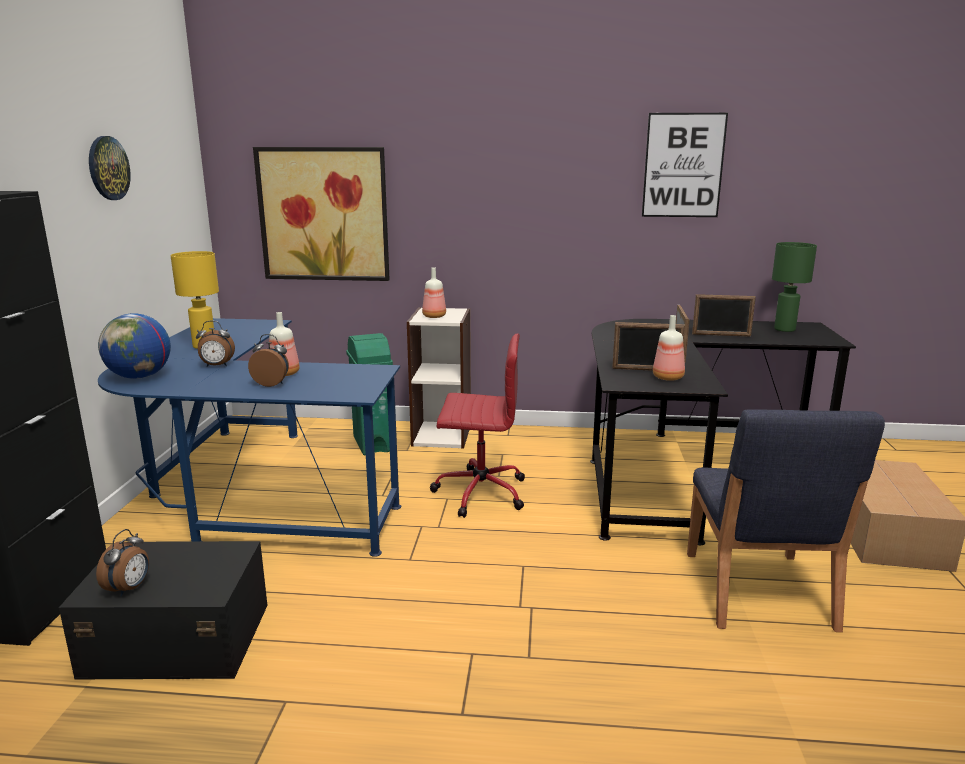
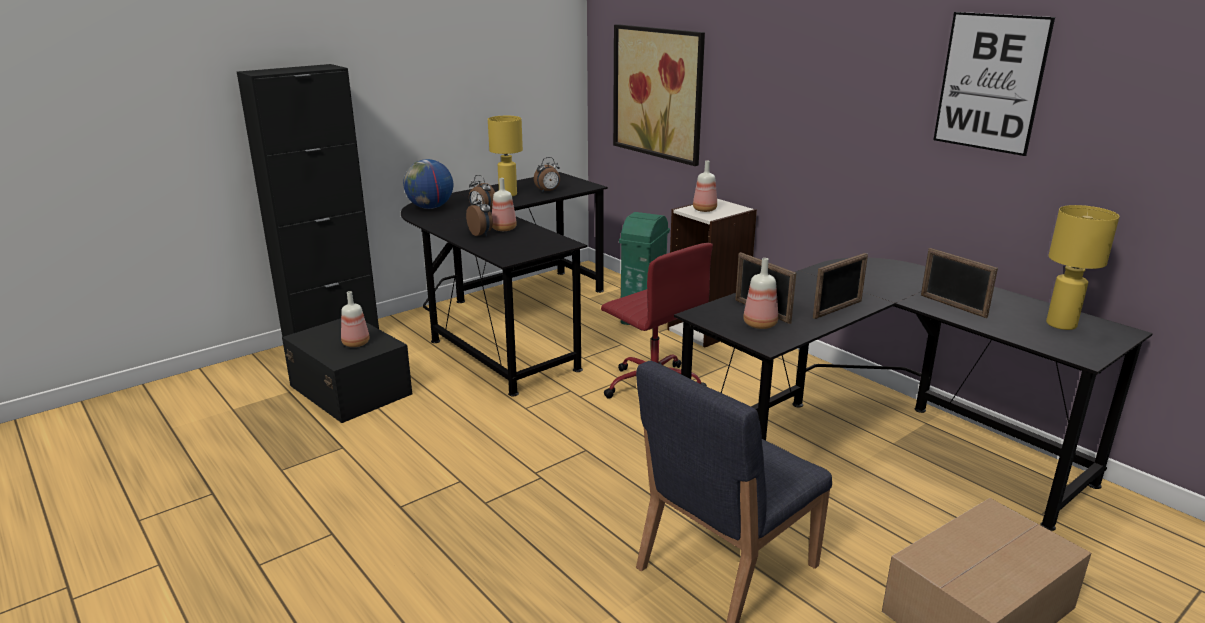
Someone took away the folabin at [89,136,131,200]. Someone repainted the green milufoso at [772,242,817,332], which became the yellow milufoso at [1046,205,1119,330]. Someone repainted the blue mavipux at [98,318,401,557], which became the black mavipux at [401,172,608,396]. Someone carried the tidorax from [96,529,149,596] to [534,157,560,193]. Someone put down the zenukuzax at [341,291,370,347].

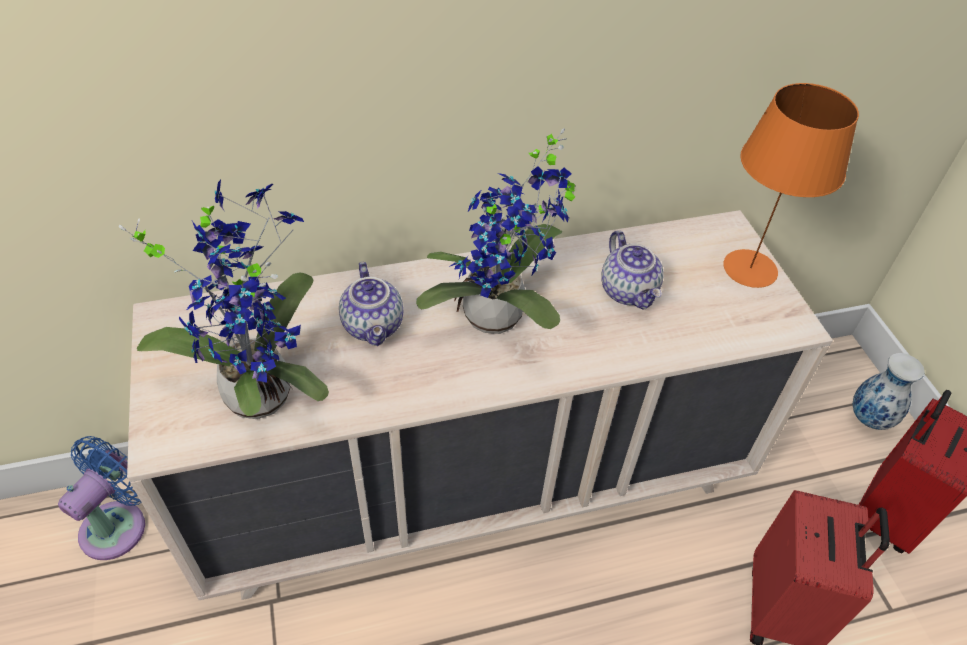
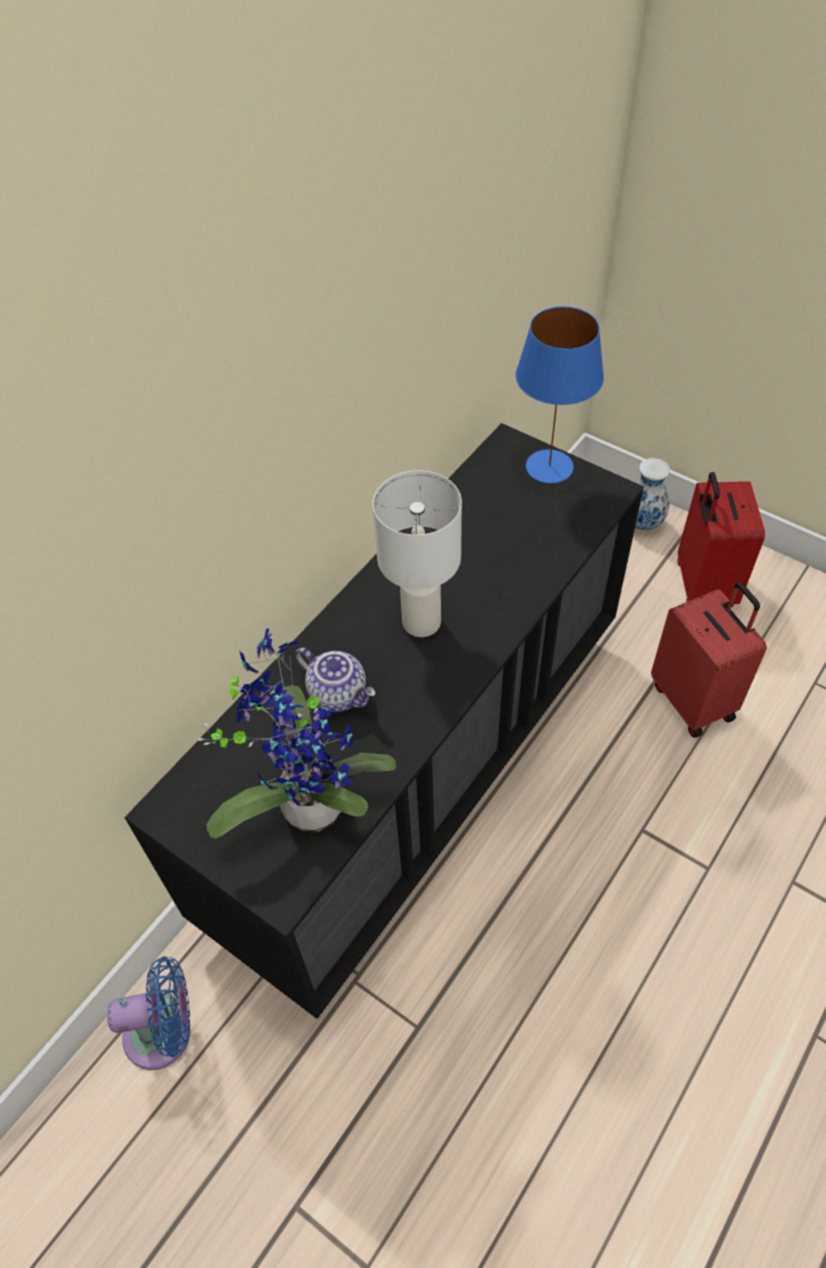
Someone repainted the orange milufoso at [723,83,859,288], which became the blue milufoso at [515,306,604,483]. Someone swapped the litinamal at [416,128,575,334] for the white milufoso at [372,470,462,637]. Someone repainted the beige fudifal at [127,210,833,600], which became the black fudifal at [125,423,644,1019]. Someone took away the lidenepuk at [601,231,664,310]. Someone rotated the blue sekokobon at [58,436,145,560] by 90 degrees clockwise.

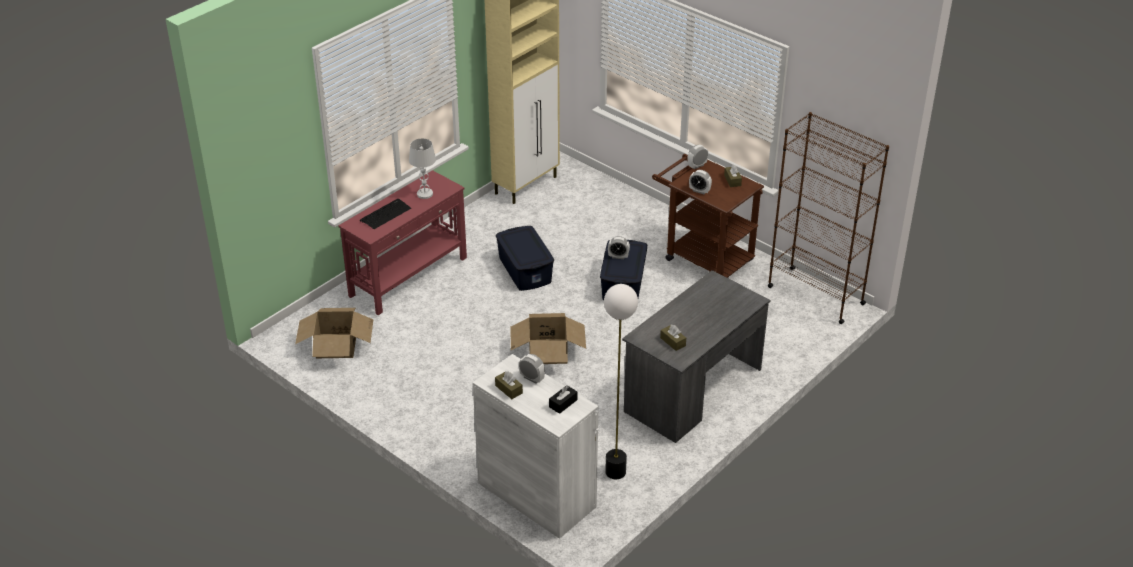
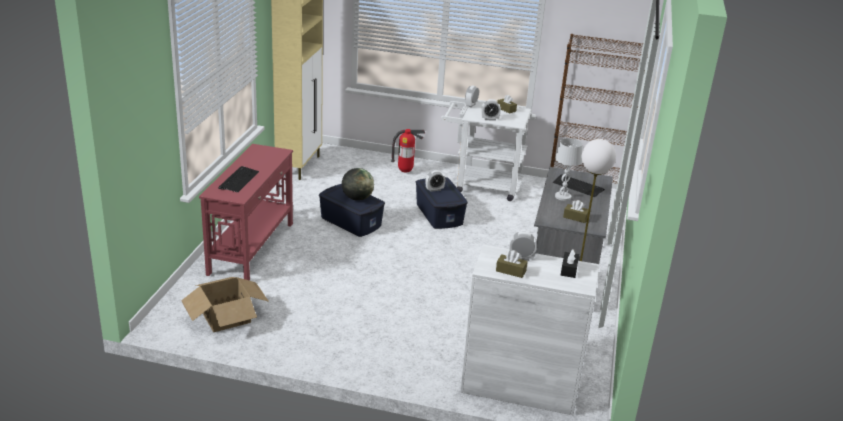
Someone carried the white milufoso from [409,138,436,199] to [555,138,583,201]. Someone repainted the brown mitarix at [652,154,764,278], which became the white mitarix at [441,101,532,201]. Someone took away the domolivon at [510,313,586,364]. Someone put down the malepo at [391,129,425,173]. Someone put down the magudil at [342,168,374,201]. Someone put down the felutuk at [553,174,605,197].

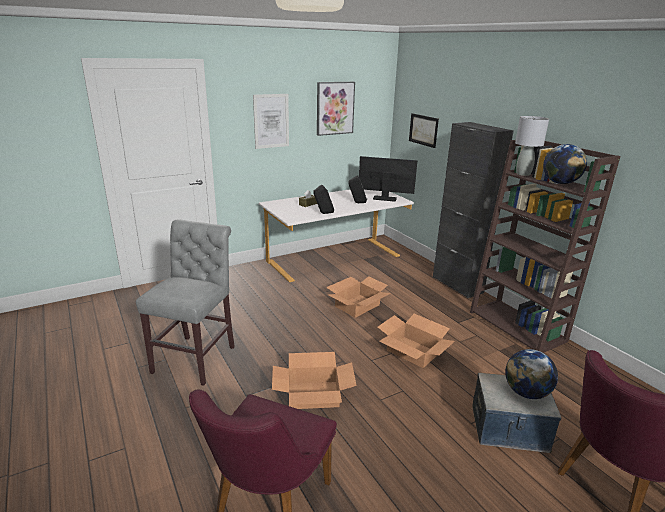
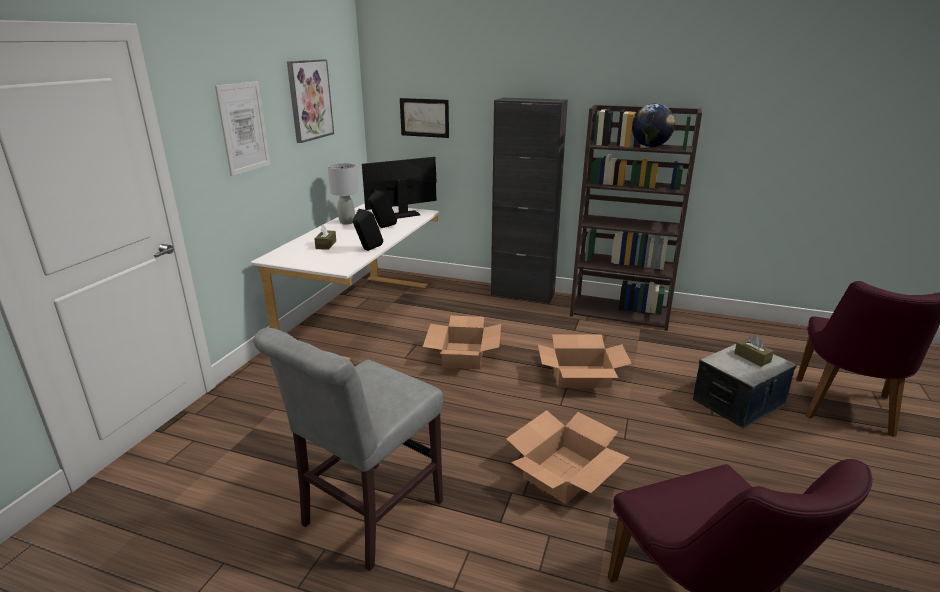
Someone carried the grey milufoso from [515,116,549,176] to [328,163,358,225]. Someone rotated the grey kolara at [136,219,235,386] by 120 degrees counterclockwise. Someone swapped the magudil at [505,349,558,399] for the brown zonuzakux at [734,335,774,367].

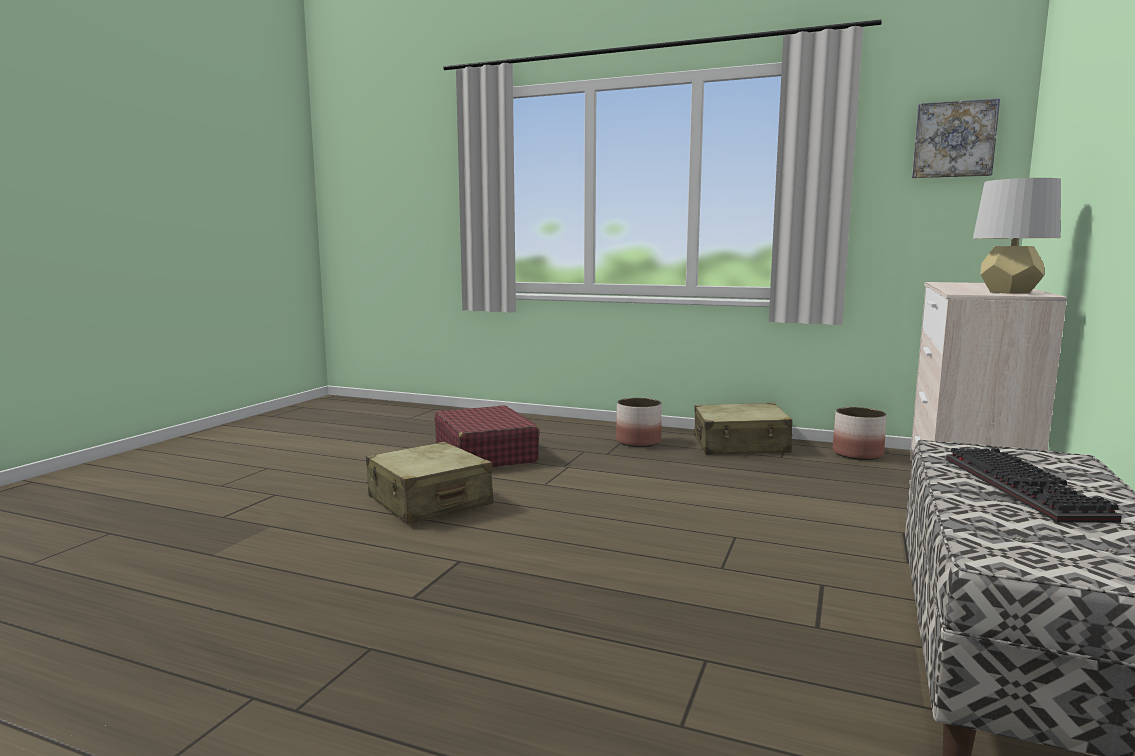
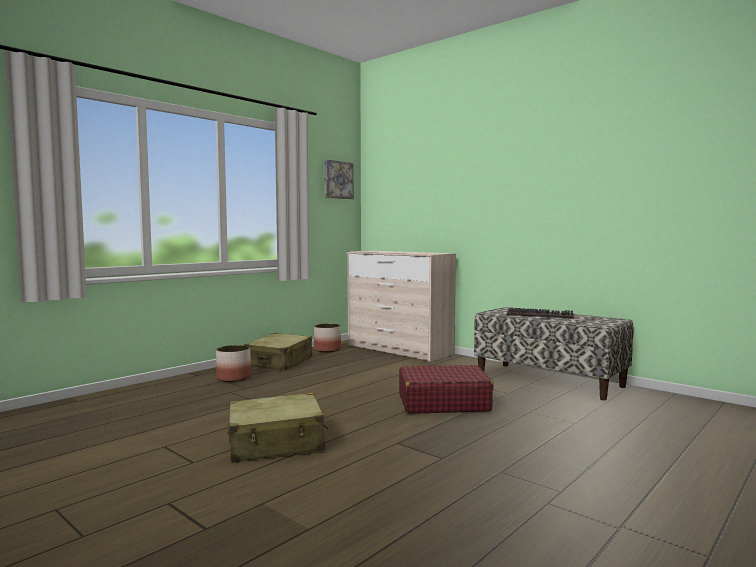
Someone took away the grey milufoso at [973,178,1061,294]. Someone carried the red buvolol from [435,405,540,467] to [399,365,493,414].

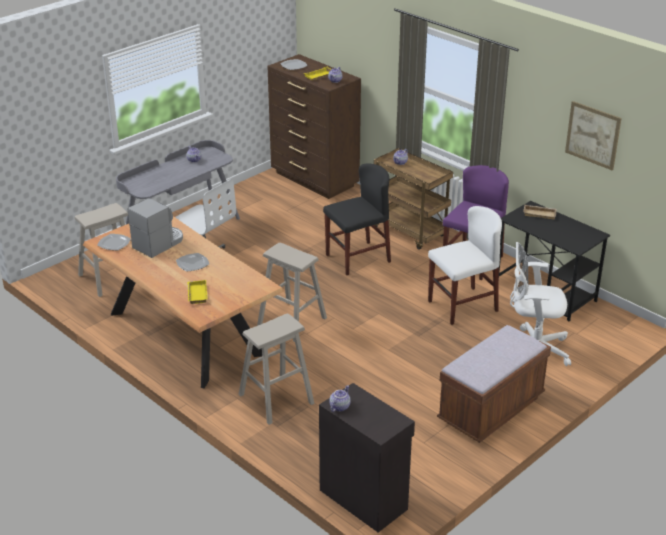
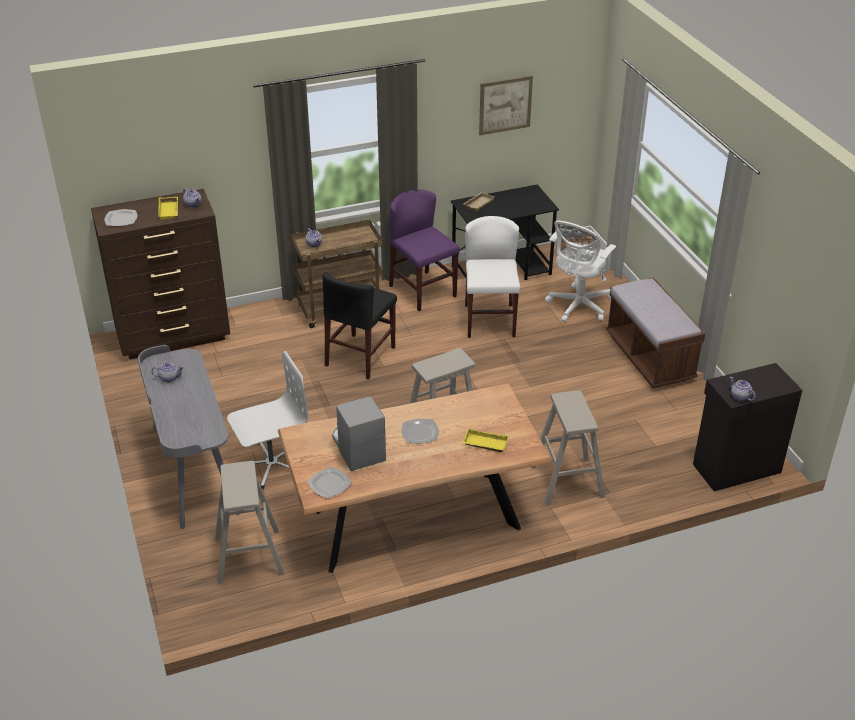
Someone rotated the black kolara at [323,163,391,275] by 150 degrees counterclockwise.

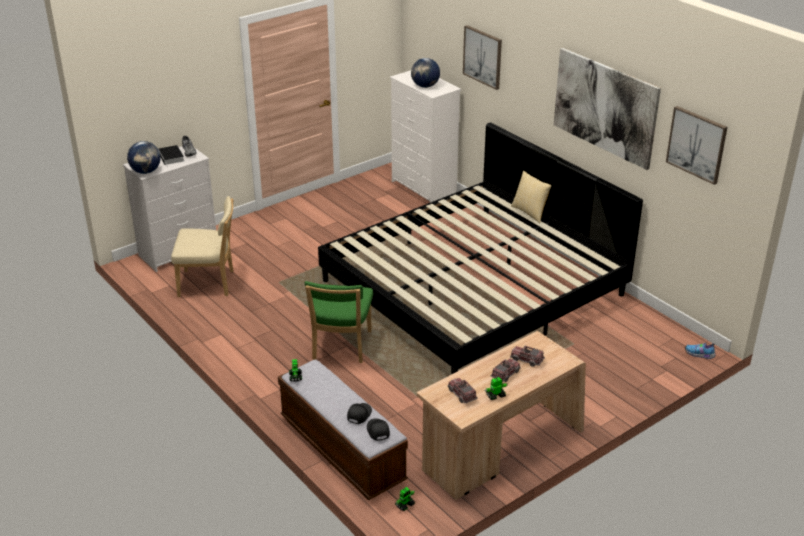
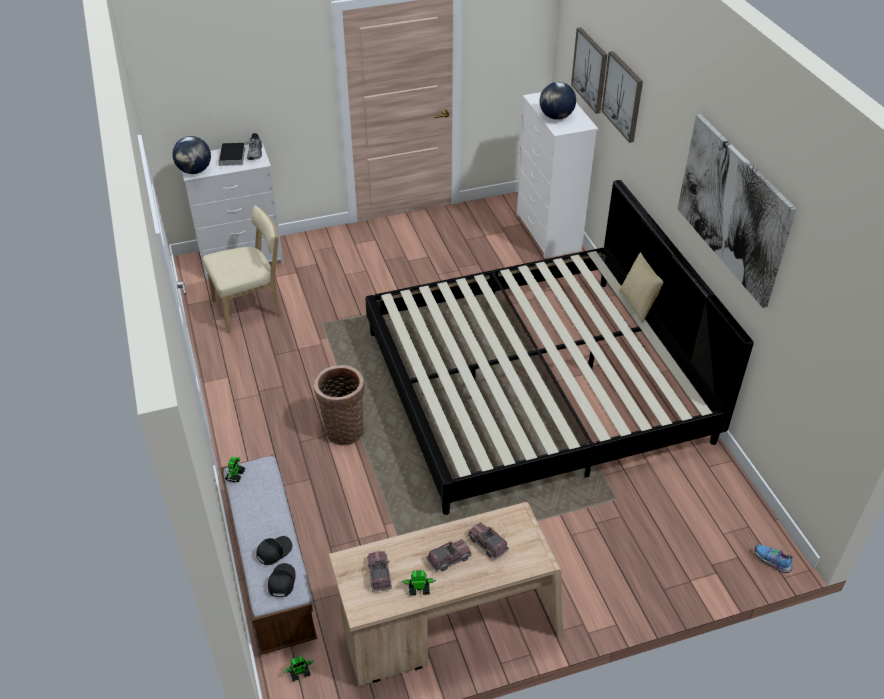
Someone carried the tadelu from [666,106,727,185] to [571,27,607,114]. Someone rotated the beige kolara at [171,196,234,297] by 45 degrees counterclockwise. Someone swapped the green kolara at [305,281,373,363] for the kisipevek at [314,365,364,445].

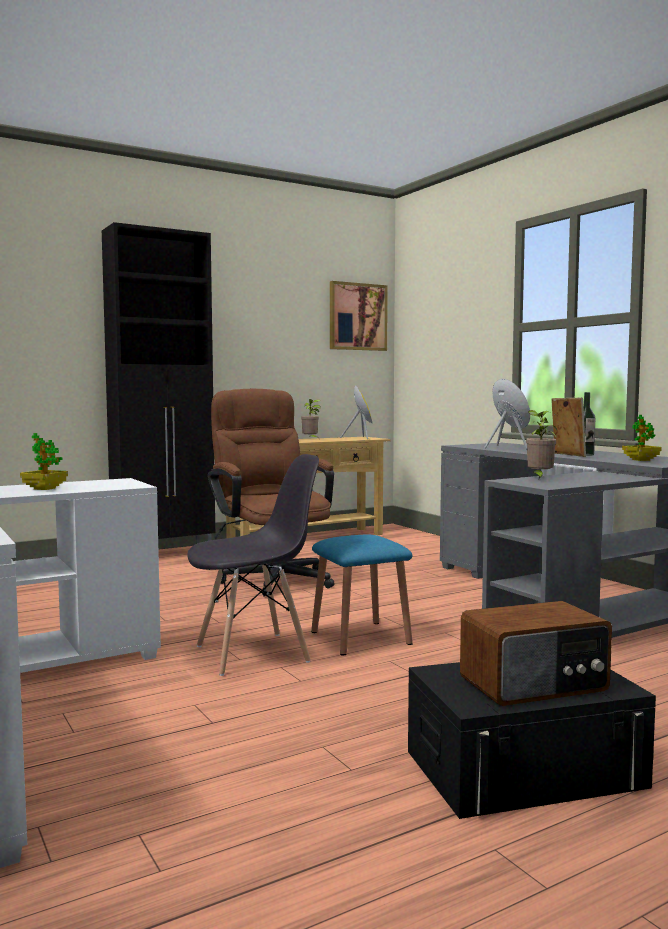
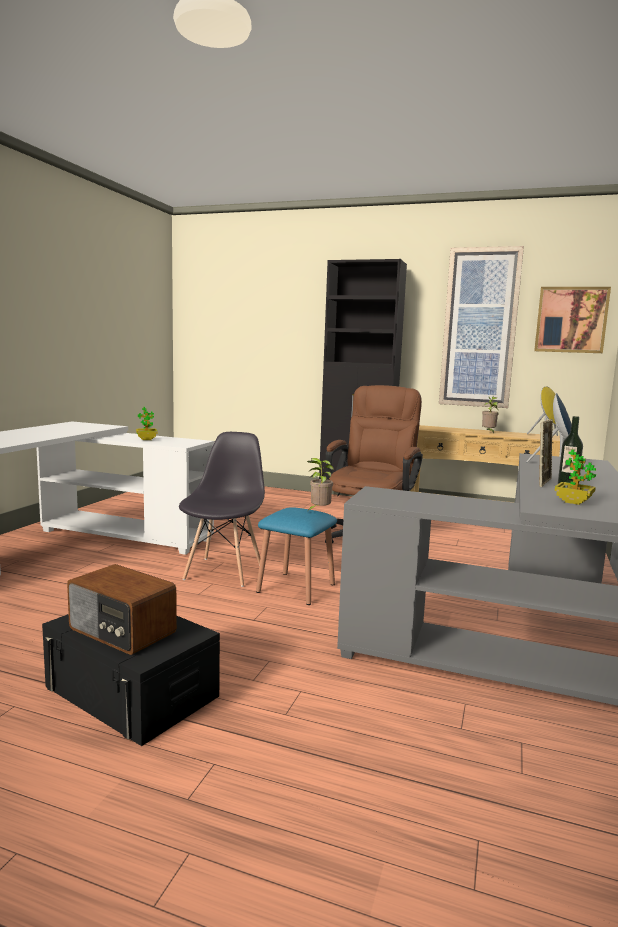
Someone carried the litinamal from [526,410,557,479] to [307,458,334,511]. Someone rotated the grey kolara at [187,454,319,676] by 105 degrees counterclockwise. Someone put up the tadelu at [439,246,524,408].

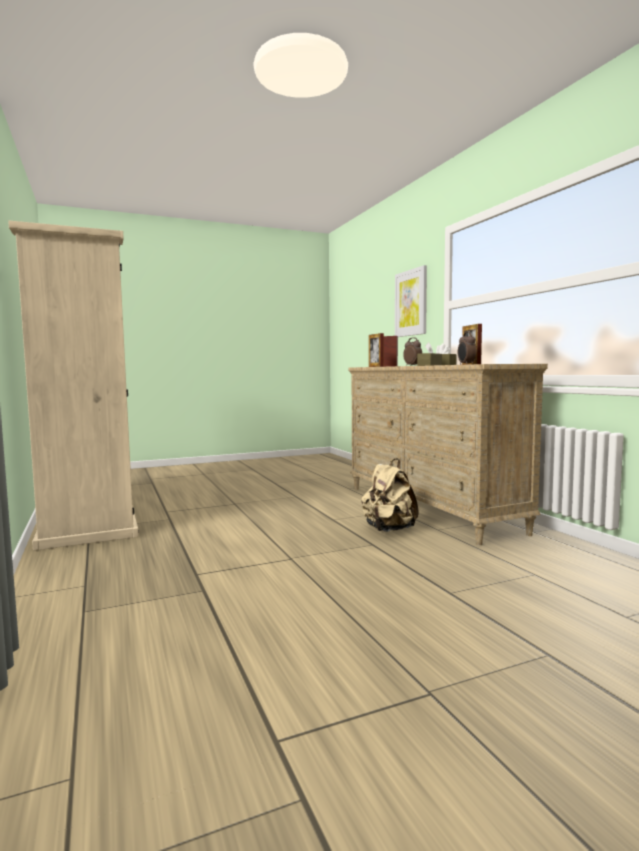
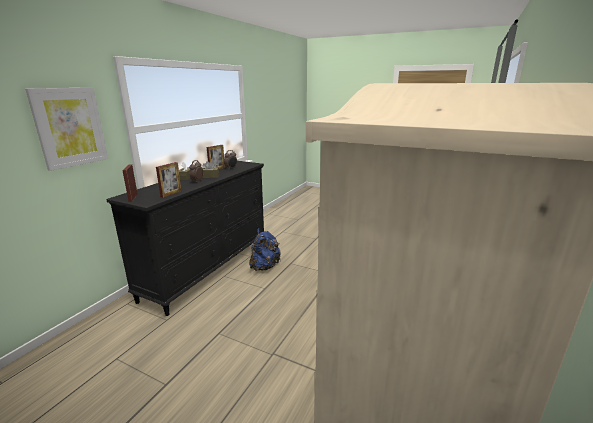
Someone repainted the beige fudifal at [348,364,548,545], which became the black fudifal at [106,161,264,316]. Someone repainted the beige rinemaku at [361,458,418,532], which became the blue rinemaku at [249,228,281,271].

